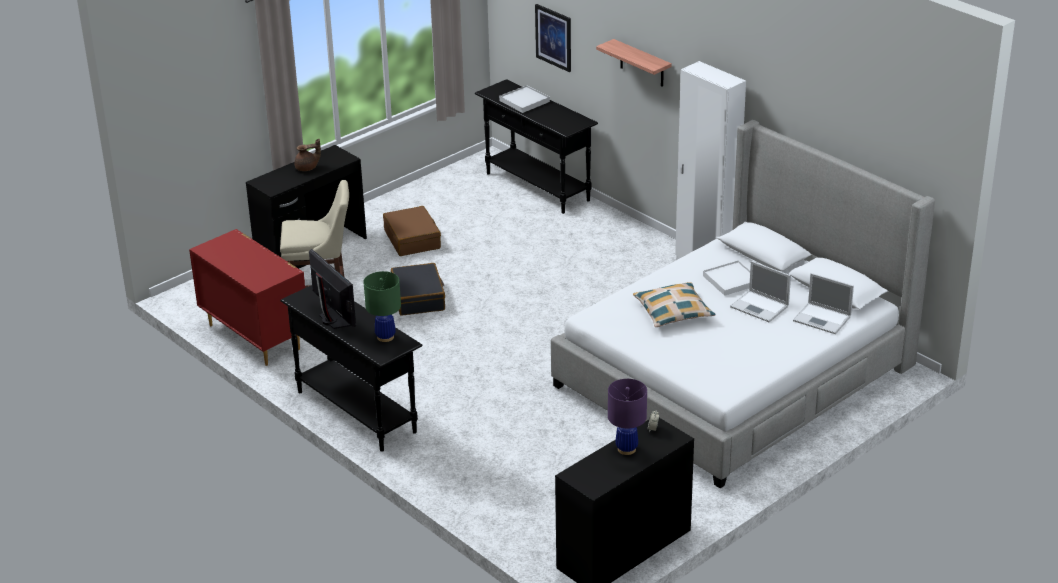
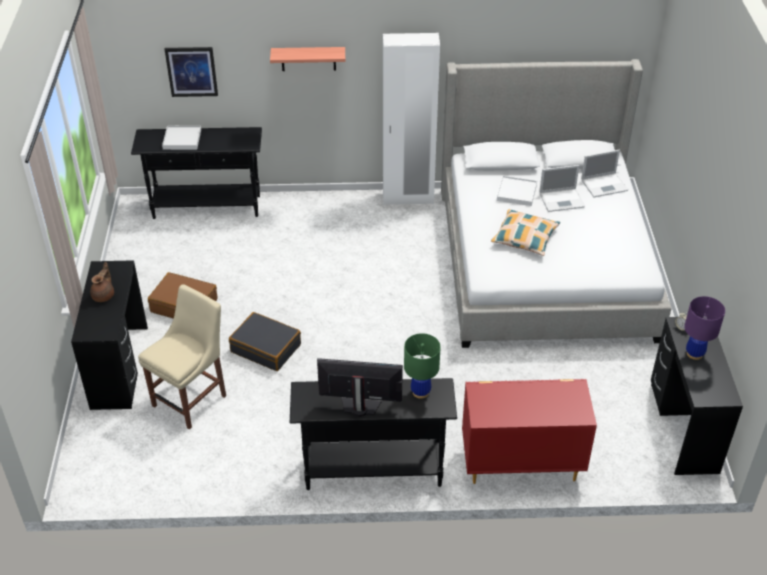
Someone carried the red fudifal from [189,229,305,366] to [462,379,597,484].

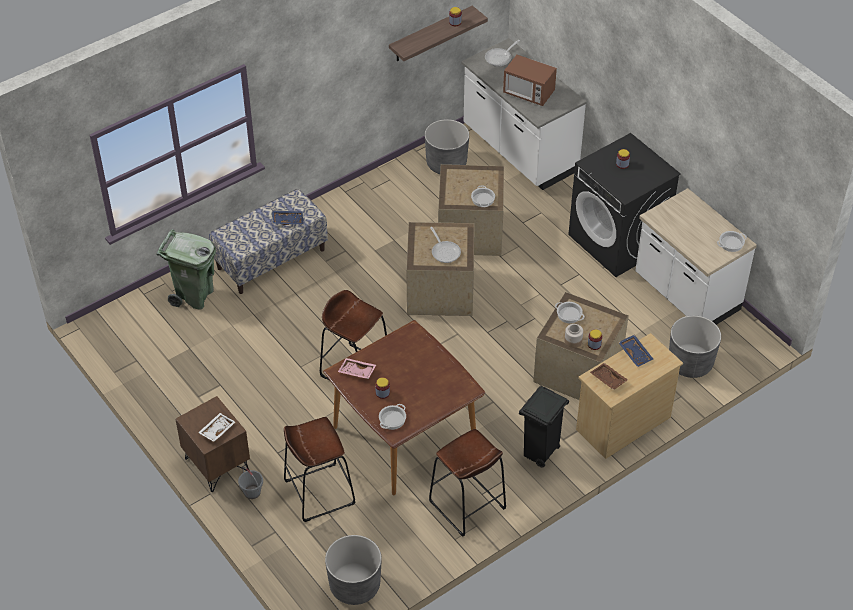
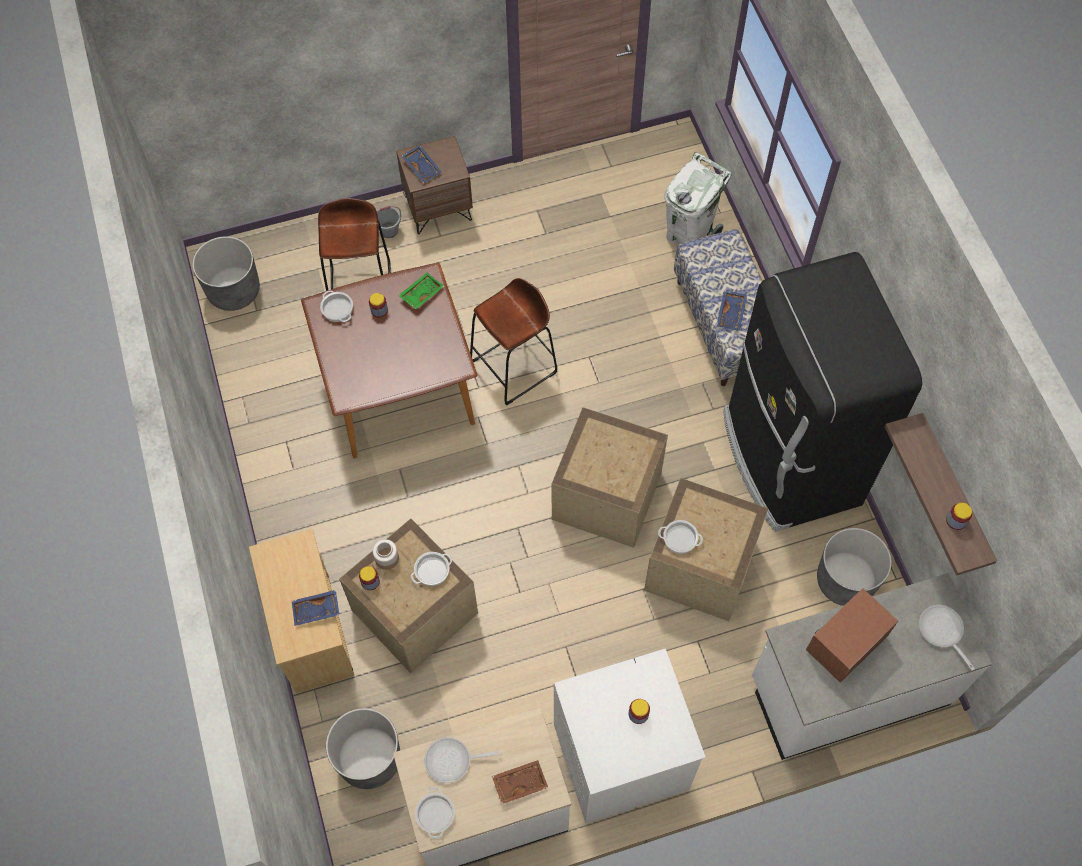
Someone repainted the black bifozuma at [568,133,681,277], which became the white bifozuma at [554,649,706,823]. Someone carried the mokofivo from [430,227,461,263] to [424,737,502,783]. Someone repainted the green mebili at [156,229,216,310], which became the white mebili at [664,152,732,245]. Someone repainted the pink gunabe at [338,358,376,379], which became the green gunabe at [398,273,444,309]. Someone carried the brown gunabe from [590,363,628,390] to [492,760,548,804]. Someone took away the black mebili at [519,386,569,468]. Someone repainted the white gunabe at [198,413,235,442], which became the blue gunabe at [402,145,441,183]. Someone took away the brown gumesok at [429,429,506,537]. Someone put down the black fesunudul at [723,252,922,532].

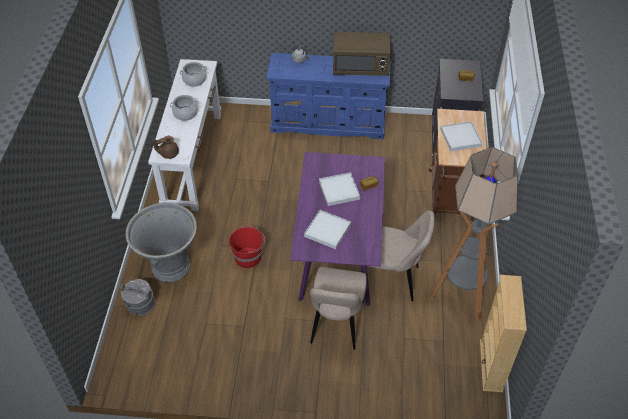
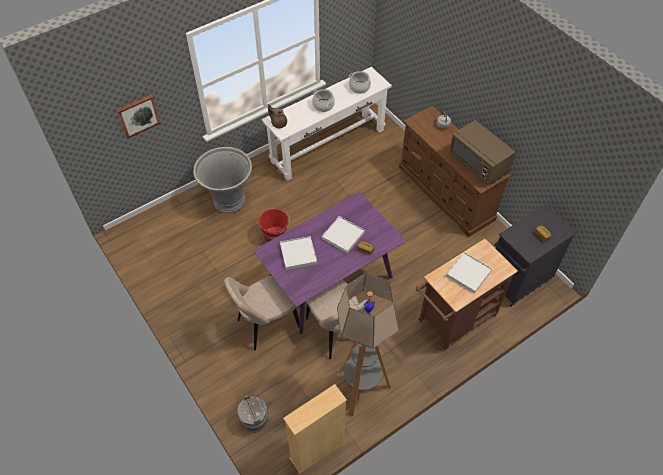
Someone repainted the blue fudifal at [267,53,391,139], which became the brown fudifal at [399,106,511,237]. Someone carried the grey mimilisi from [121,279,155,316] to [238,395,269,432]. Someone put up the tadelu at [117,95,161,139].

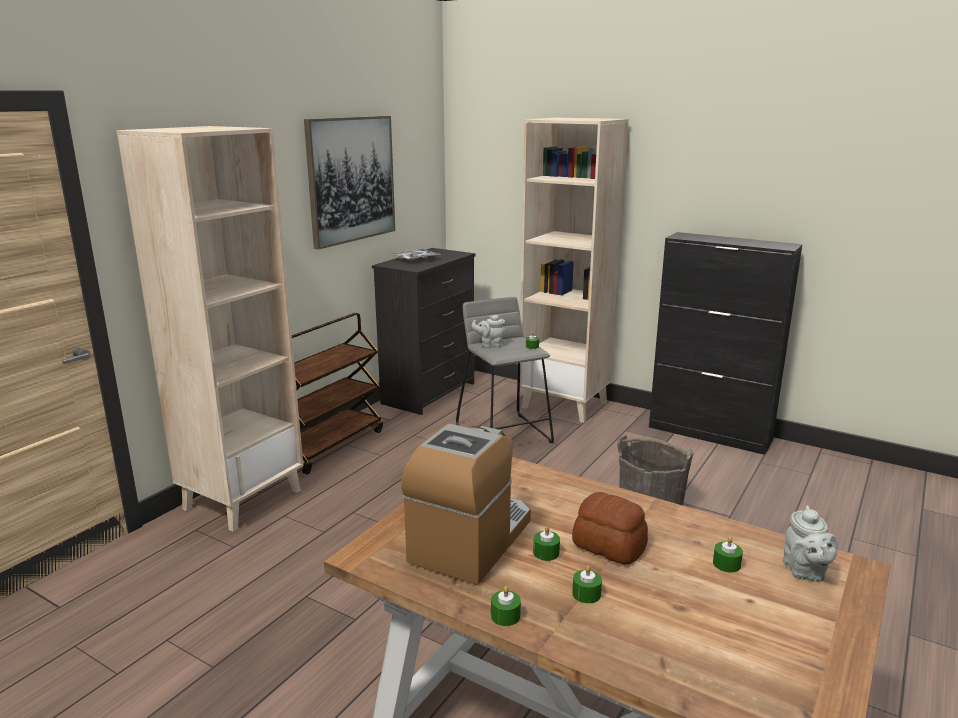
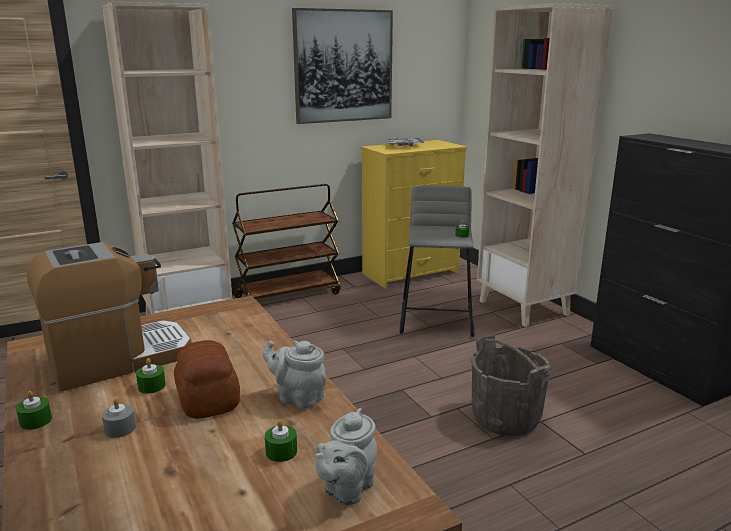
Someone repainted the black fudifal at [372,248,475,415], which became the yellow fudifal at [361,140,467,288]. Someone carried the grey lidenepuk from [472,315,506,348] to [263,341,326,409]. Someone repainted the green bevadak at [572,565,602,603], which became the grey bevadak at [102,398,136,438].

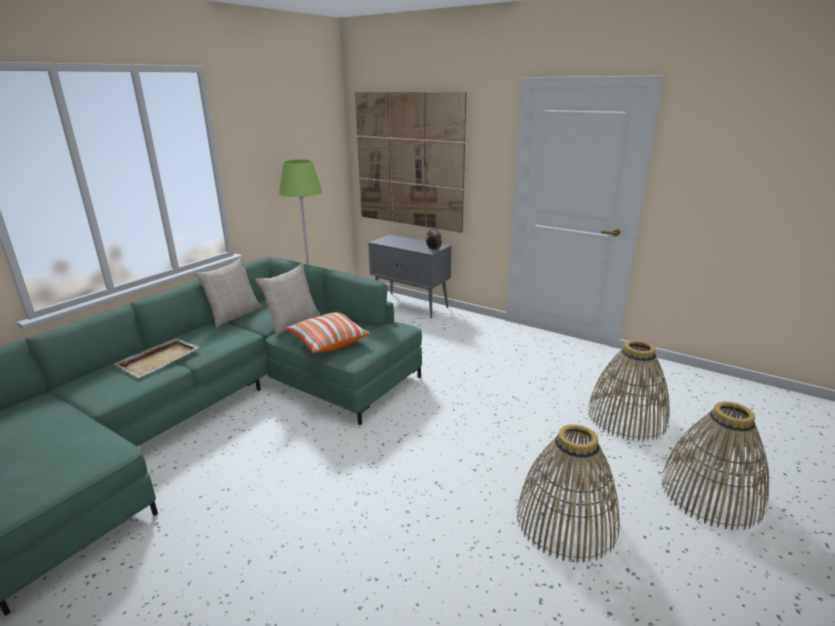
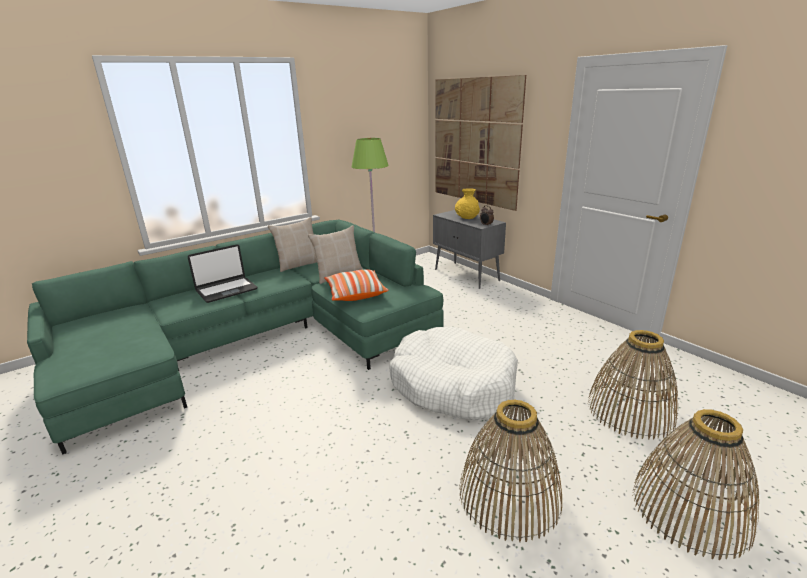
Someone swapped the beige gunabe at [114,338,200,378] for the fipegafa at [188,244,257,303]. Someone put down the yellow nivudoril at [455,188,480,219]. Someone put down the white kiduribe at [390,327,518,421].

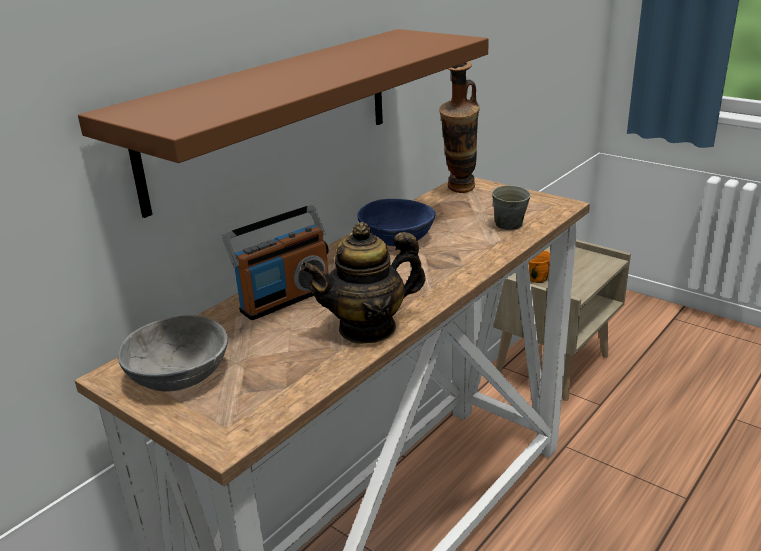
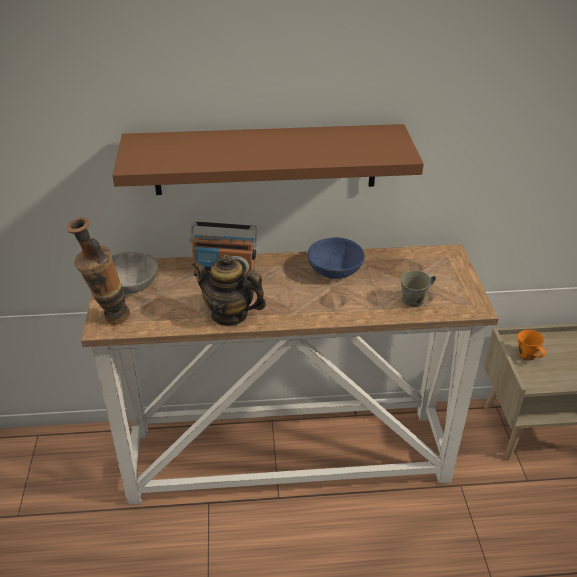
Someone carried the nivudoril from [439,61,480,193] to [67,218,130,325].

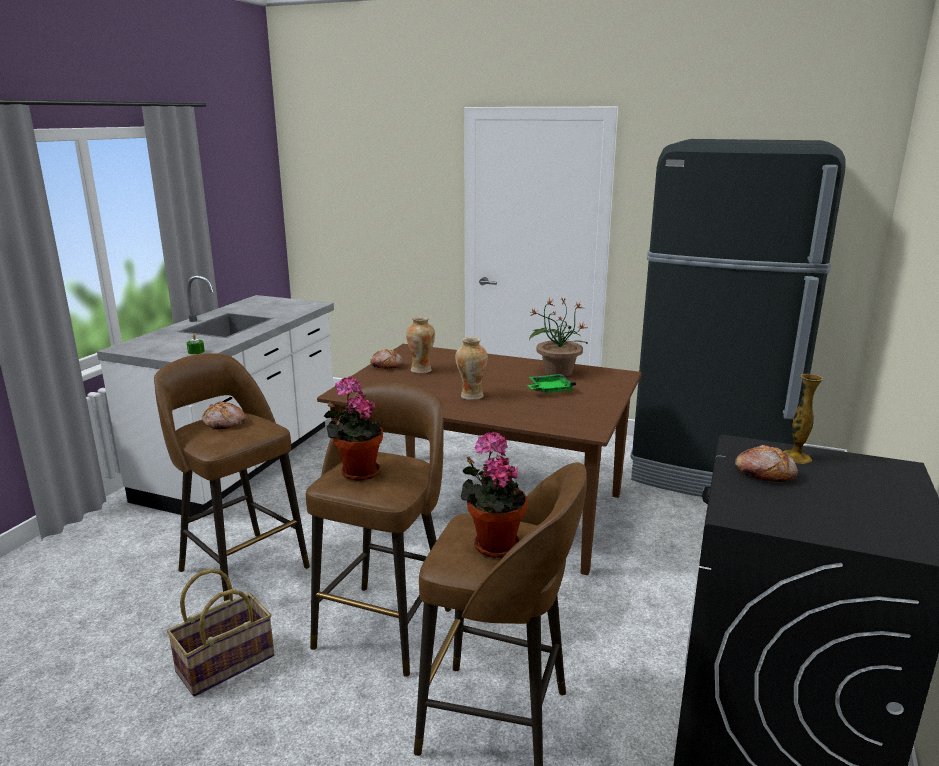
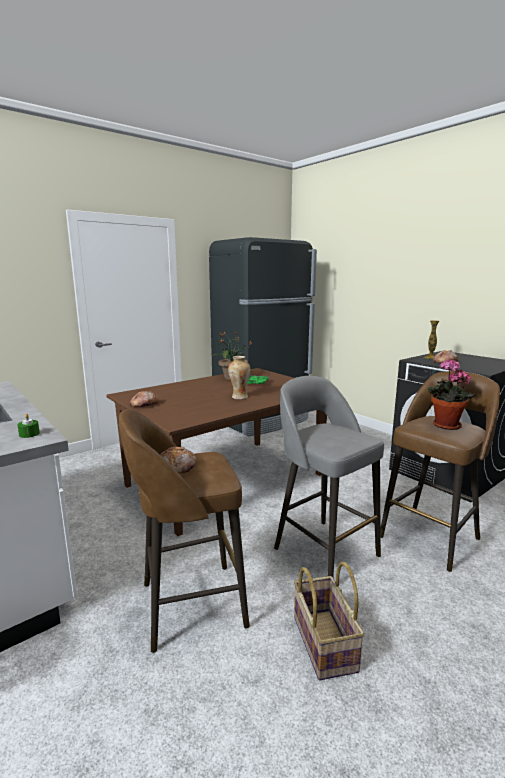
Someone took away the nivudoril at [406,316,435,373]. Someone took away the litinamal at [324,377,383,481]. Someone repainted the brown gumesok at [306,383,451,677], which became the grey gumesok at [274,376,384,577].

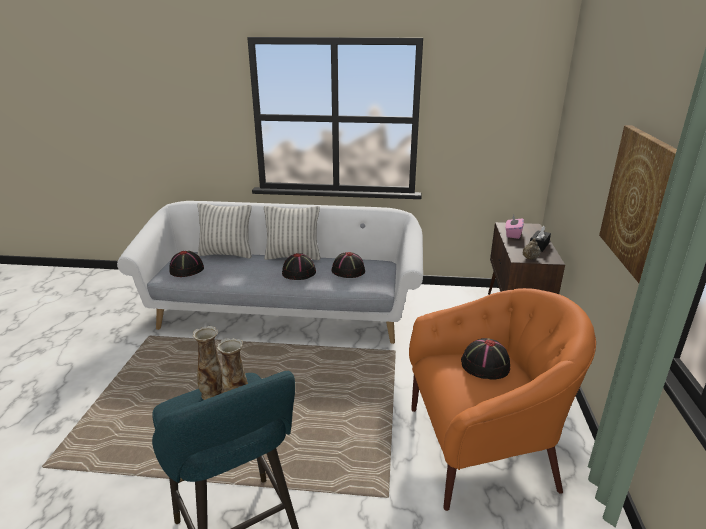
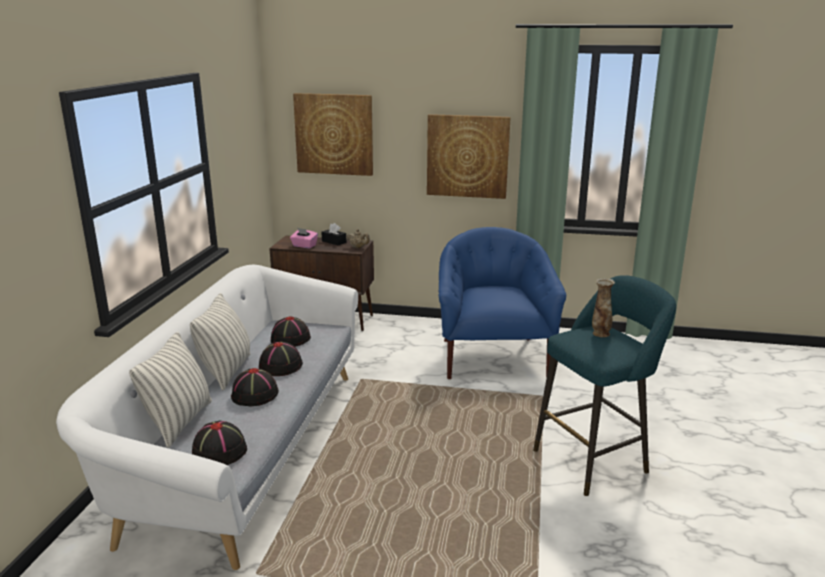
Someone repainted the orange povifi at [409,288,596,511], which became the blue povifi at [438,227,566,379]. Someone took away the nivudoril at [193,326,222,400]. Someone carried the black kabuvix from [461,338,510,380] to [231,368,279,406]. Someone put up the tadelu at [293,93,373,176].

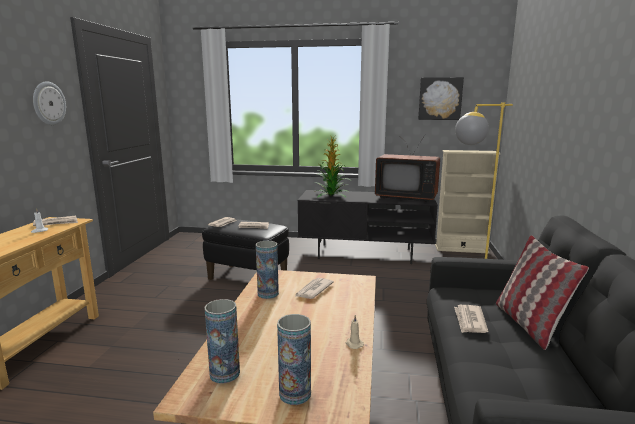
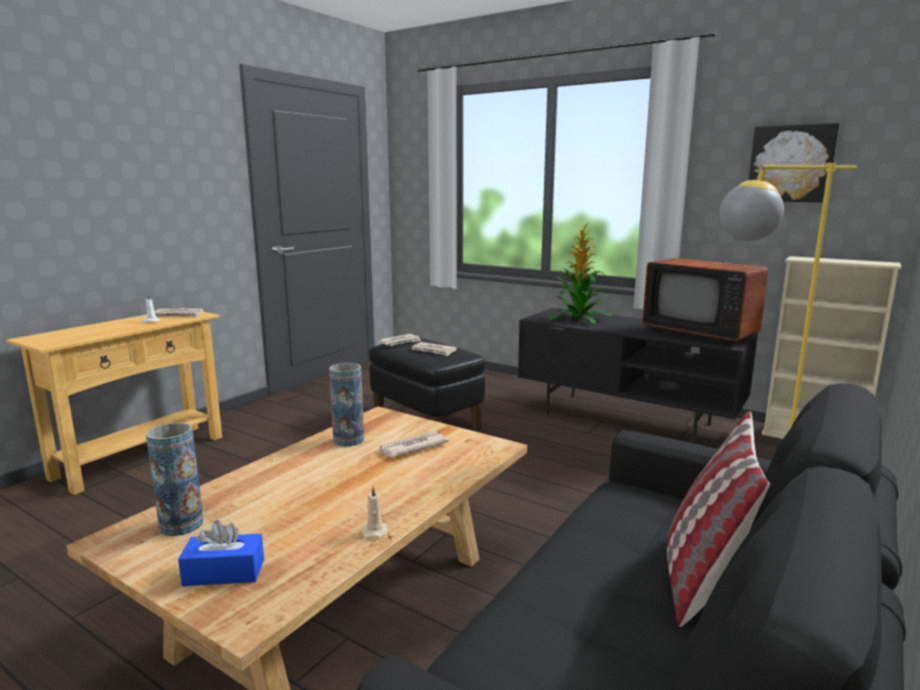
Someone took away the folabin at [33,81,66,125]. Someone took away the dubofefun at [454,305,488,333]. Someone swapped the nivudoril at [277,314,311,405] for the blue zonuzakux at [178,520,264,586].

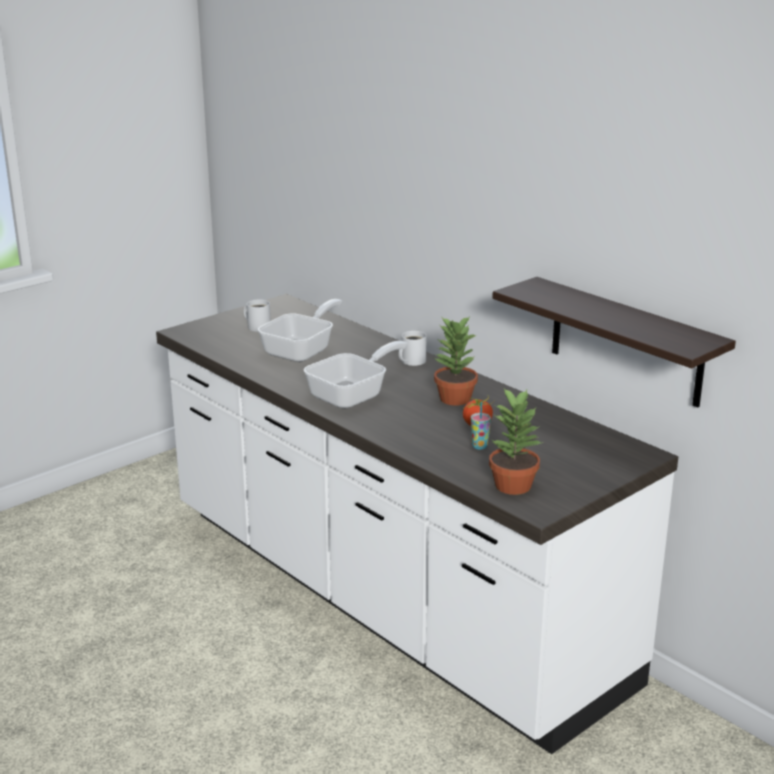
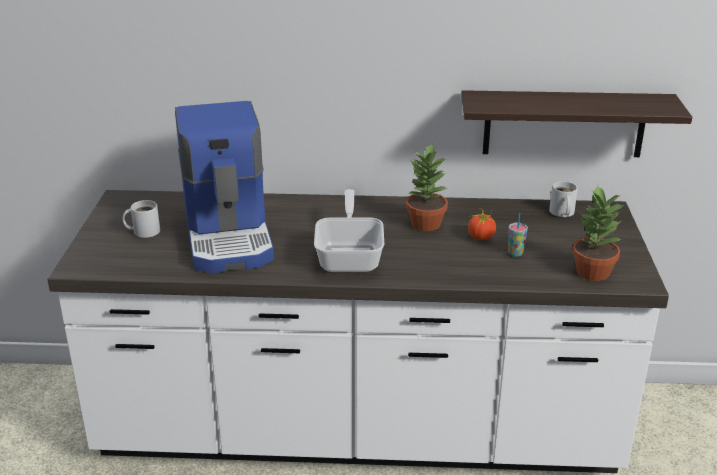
Someone swapped the mokofivo at [258,299,343,362] for the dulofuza at [175,101,274,273]. Someone carried the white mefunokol from [399,331,427,366] to [549,181,578,217].

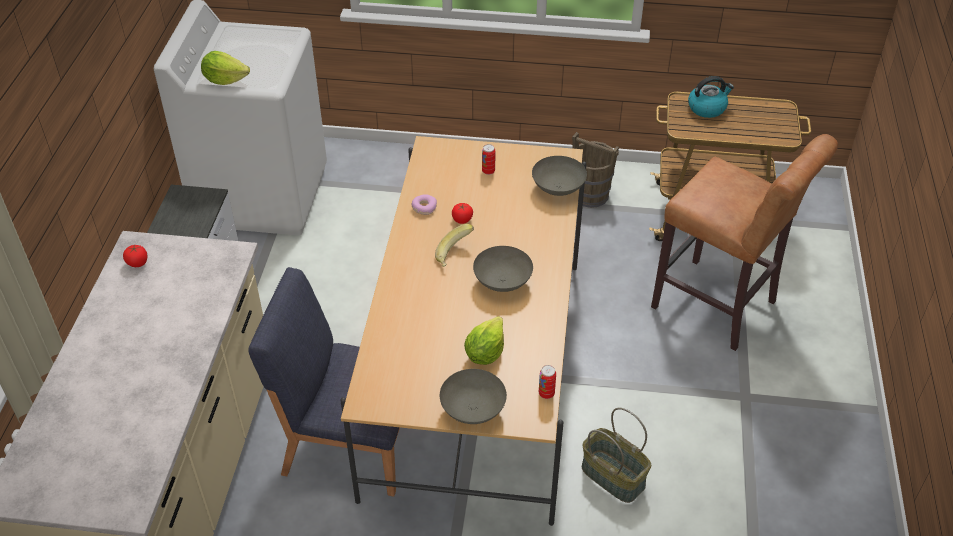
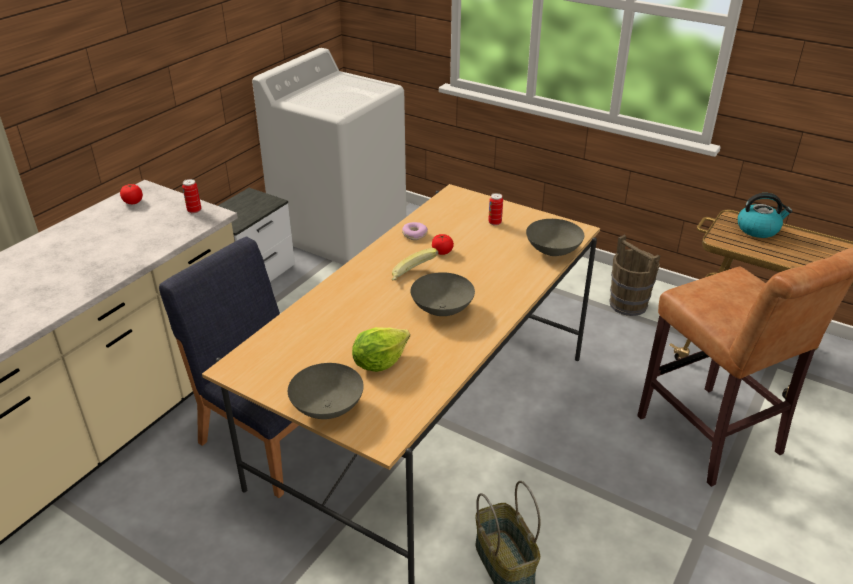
Someone took away the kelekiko at [201,51,250,85]. Someone carried the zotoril from [539,365,556,399] to [182,179,201,214].

